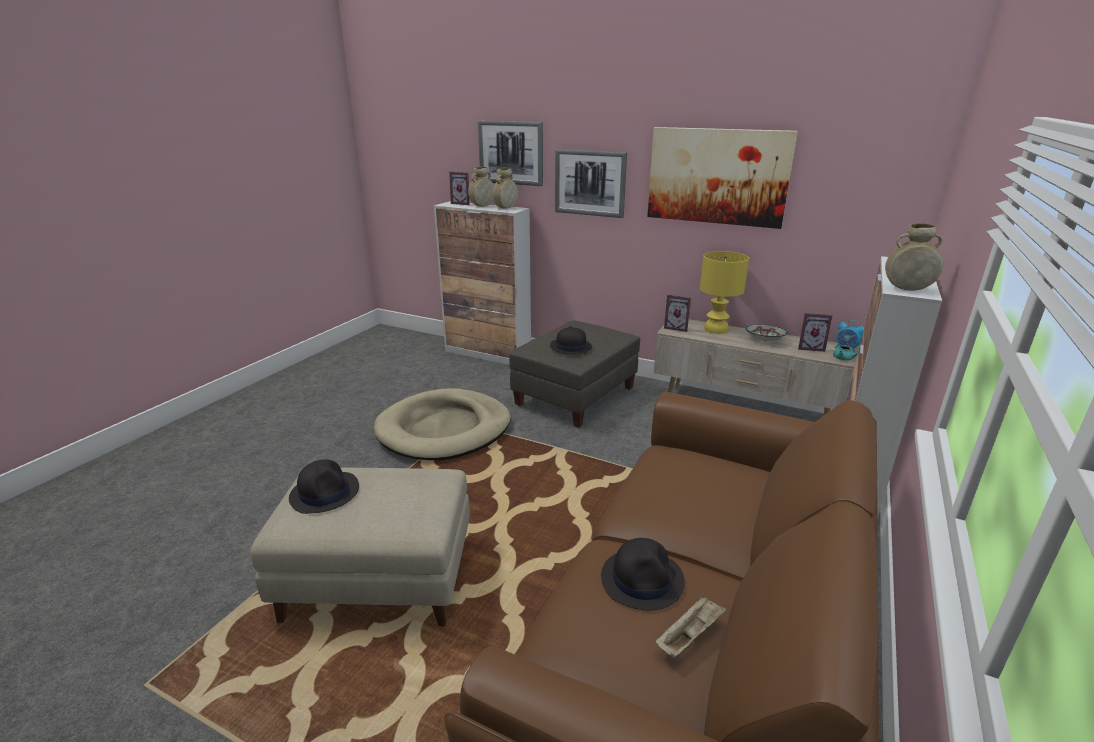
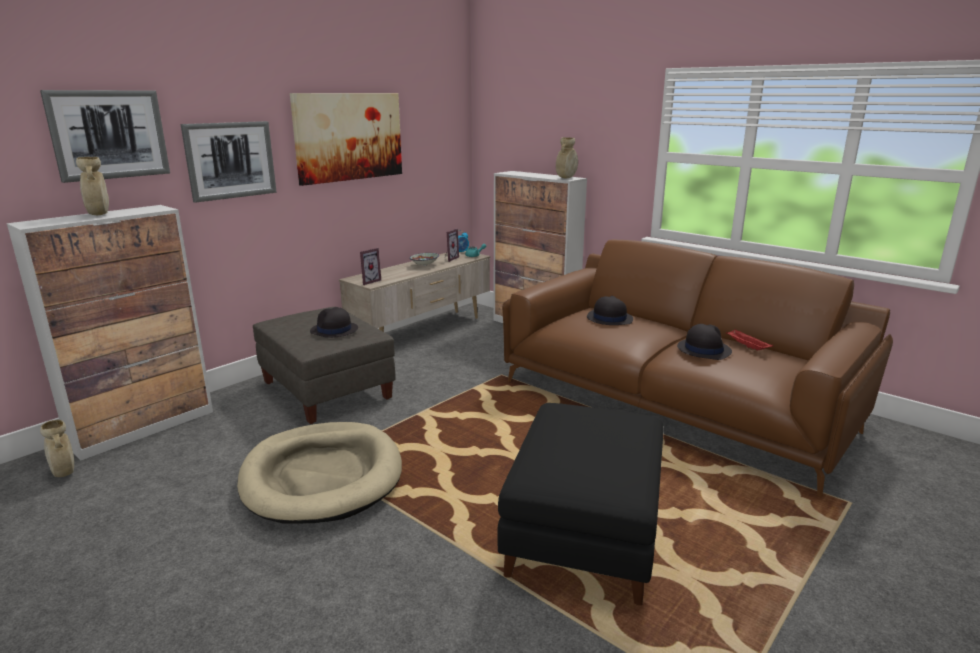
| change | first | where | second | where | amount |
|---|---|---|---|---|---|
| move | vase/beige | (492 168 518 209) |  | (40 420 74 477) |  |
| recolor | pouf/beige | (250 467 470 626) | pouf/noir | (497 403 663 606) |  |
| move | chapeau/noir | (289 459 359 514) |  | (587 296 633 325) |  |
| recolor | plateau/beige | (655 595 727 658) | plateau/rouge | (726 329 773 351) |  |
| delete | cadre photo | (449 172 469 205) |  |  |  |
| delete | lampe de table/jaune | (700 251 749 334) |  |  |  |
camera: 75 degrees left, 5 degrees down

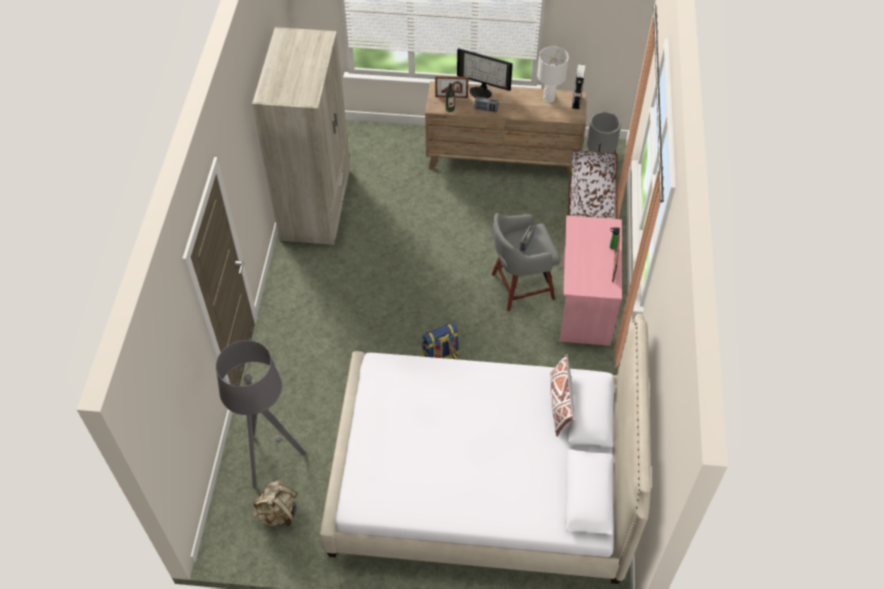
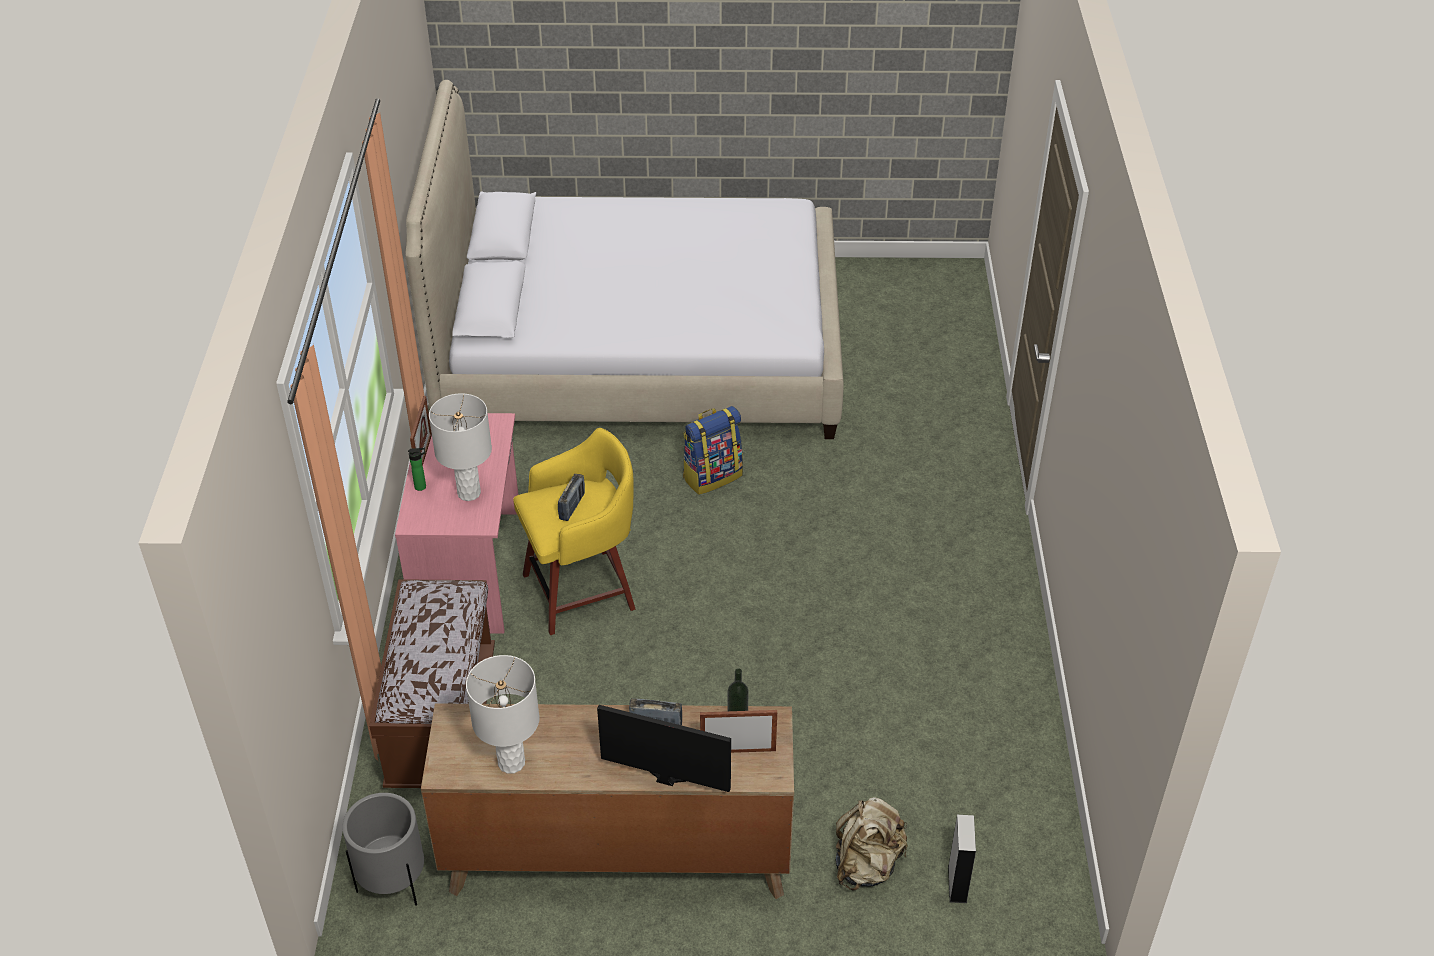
| change | first | where | second | where | amount |
|---|---|---|---|---|---|
| insert |  |  | lampe de table/blanc | (429 393 492 501) |  |
| recolor | tabouret/gris | (492 213 561 311) | tabouret/jaune | (513 428 635 635) |  |
| move | sac à dos/beige | (252 481 298 526) |  | (836 797 908 890) |  |
| move | enceinte/gris | (572 64 585 110) |  | (948 815 976 903) |  |
| delete | lampadaire/gris | (216 340 306 489) |  |  |  |
| delete | armoire/beige | (252 27 350 245) |  |  |  |
| delete | coussin/blanc | (550 354 574 437) |  |  |  |
camera: 175 degrees right, 10 degrees down

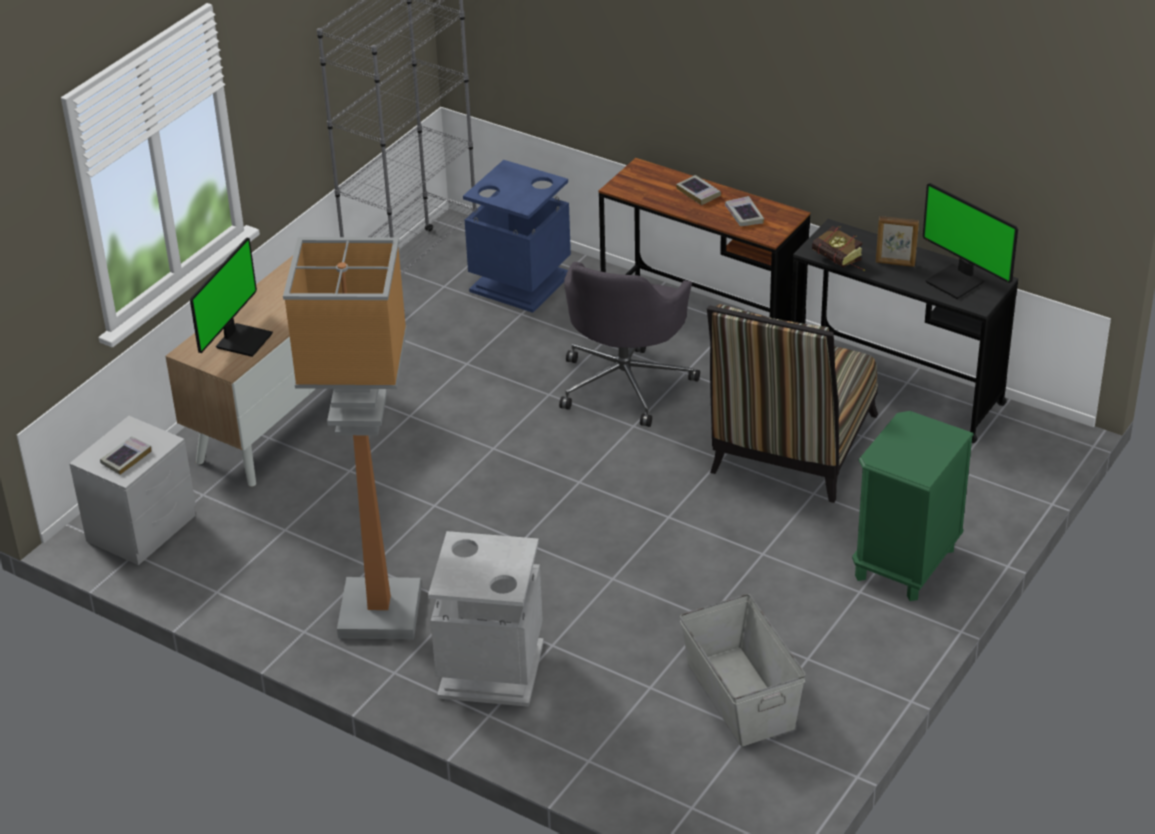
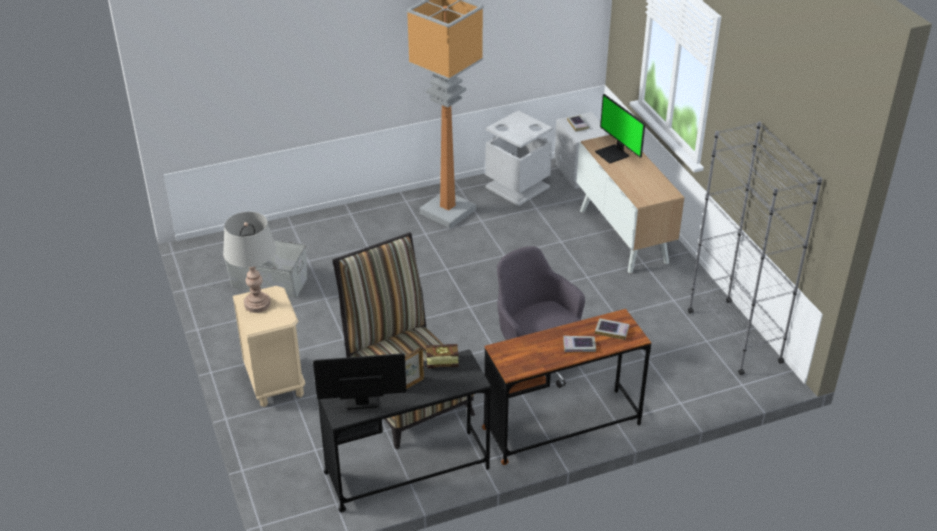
| change | first | where | second | where | amount |
|---|---|---|---|---|---|
| insert |  |  | lampe de table/gris | (223 212 276 313) |  |
| recolor | table de chevet/vert | (852 411 974 601) | table de chevet/beige | (233 286 305 407) |  |
| move | poubelle/gris | (428 531 544 707) |  | (485 110 553 206) |  |
| move | livre | (725 196 764 226) |  | (595 318 629 340) |  |
| delete | poubelle/bleu | (463 160 571 313) |  |  |  |
camera: 125 degrees right, 0 degrees up

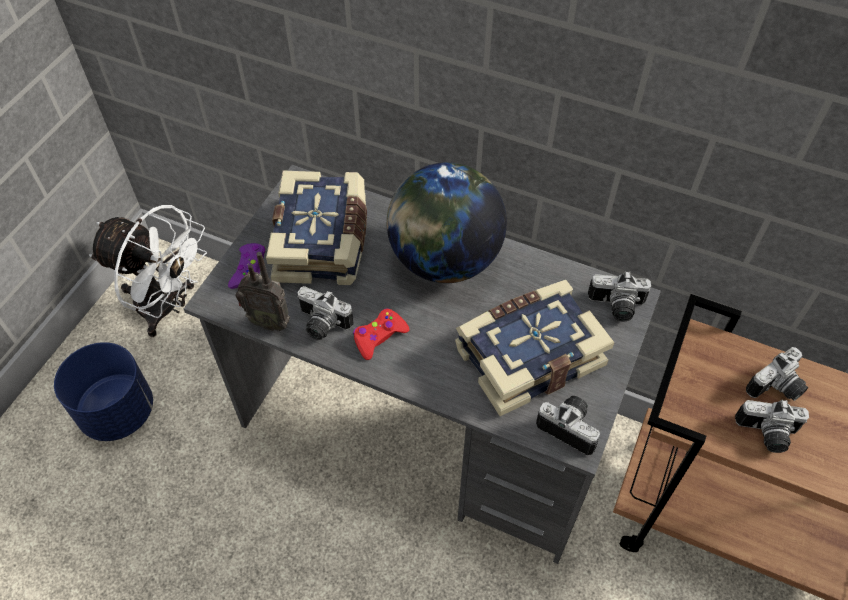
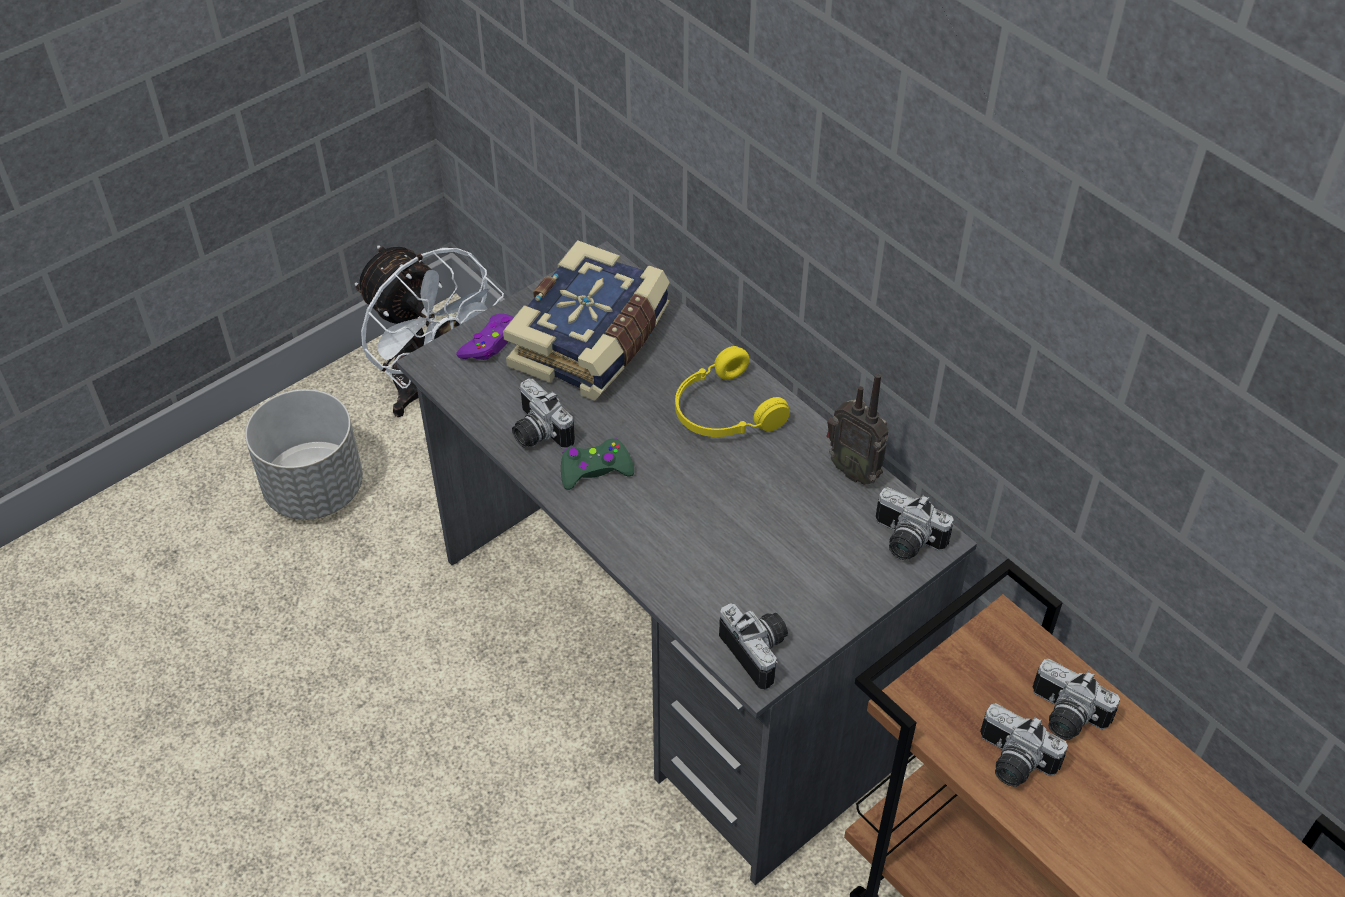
| change | first | where | second | where | amount |
|---|---|---|---|---|---|
| recolor | cache-pot/bleu | (54 342 153 441) | cache-pot/gris | (245 389 363 519) |  |
| recolor | manette/rouge | (353 308 409 360) | manette/vert | (561 438 634 490) |  |
| replace | globe | (387 162 507 283) | casque audio/jaune | (675 346 790 437) |  |
| move | radio | (235 252 290 331) |  | (827 373 888 485) |  |
| rotate | appareil photo | (746 347 808 401) |  | (1033 659 1120 740) | 45 degrees clockwise |
| delete | livre | (455 280 615 416) |  |  |  |
camera: 25 degrees right, 5 degrees down

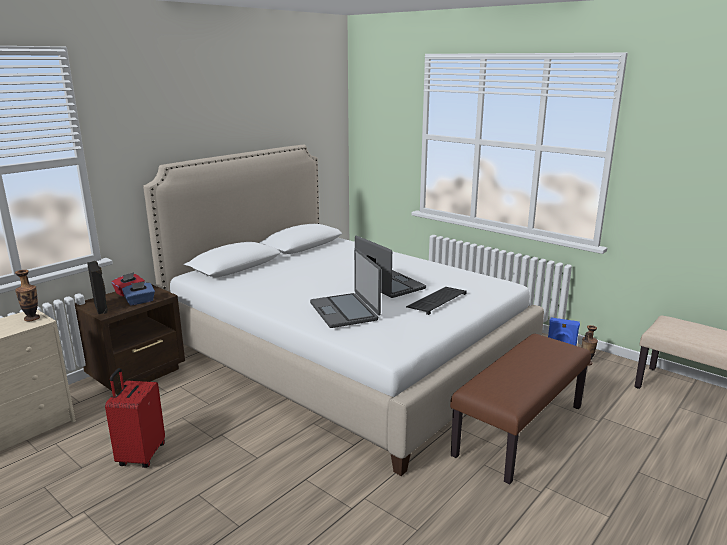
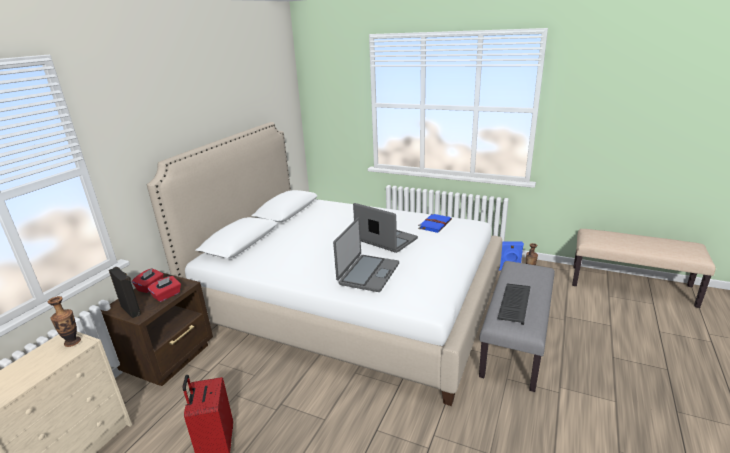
| change | first | where | second | where | amount |
|---|---|---|---|---|---|
| recolor | boîte à mouchoirs/bleu | (122 282 155 306) | boîte à mouchoirs/rouge | (148 276 181 302) |  |
| rotate | ordinateur portable | (310 248 381 328) |  | (333 217 399 292) | 120 degrees counterclockwise |
| insert |  |  | livre/bleu | (418 213 452 233) |  |
| recolor | banc/marron | (450 334 591 485) | banc/gris | (479 261 555 392) |  |
| move | clavier | (406 287 467 315) |  | (497 284 531 325) |  |
camera: 15 degrees left, 5 degrees up

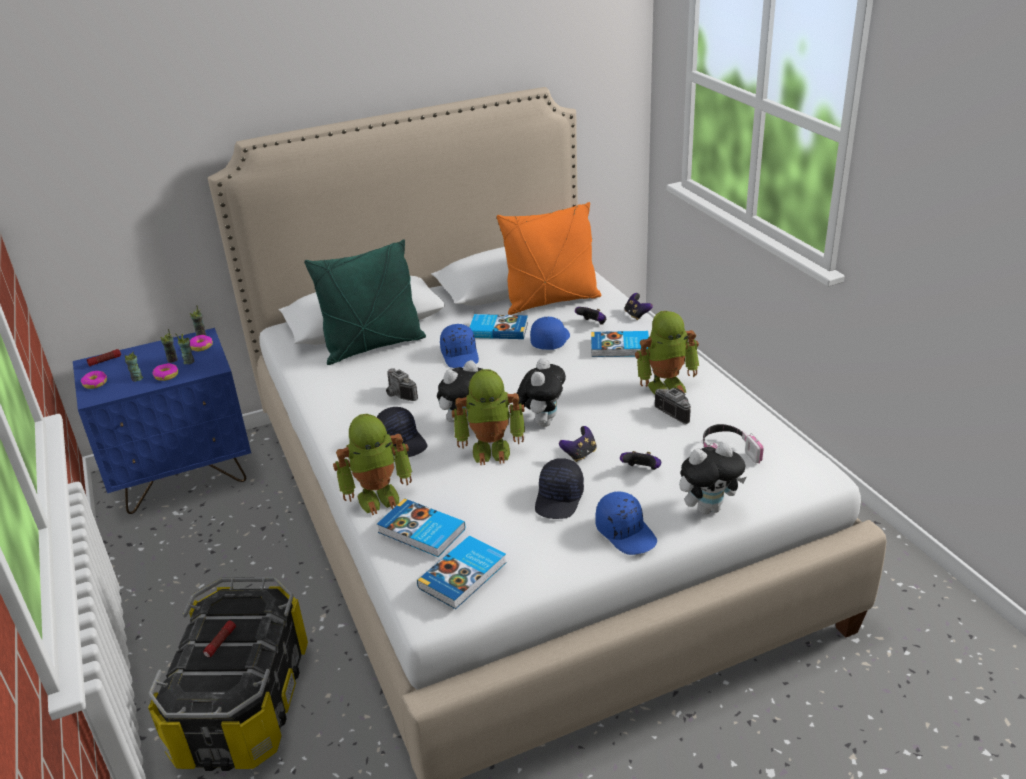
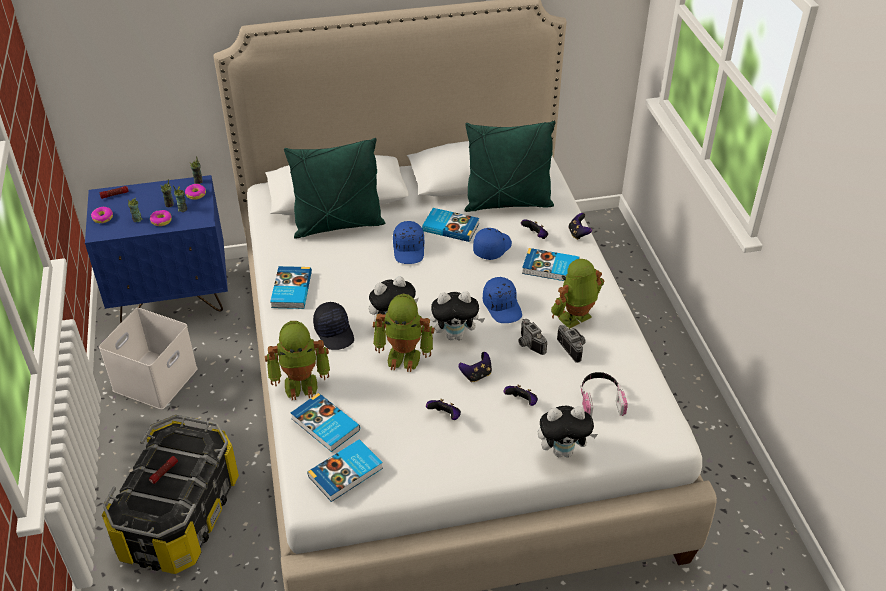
| change | first | where | second | where | amount |
|---|---|---|---|---|---|
| insert |  |  | boîte de rangement/blanc | (99 308 198 410) |  |
| insert |  |  | livre | (270 266 312 309) |  |
| replace | casquette/noir | (535 458 584 519) | manette | (426 399 461 420) |  |
| rotate | peluche | (517 358 566 427) |  | (431 291 485 340) | 60 degrees clockwise |
| recolor | coussin/orange | (497 202 601 315) | coussin/vert | (464 121 556 212) |  |
| move | casquette/bleu | (595 492 657 555) |  | (483 277 522 323) |  |
| move | appareil photo | (386 368 418 401) |  | (518 319 547 355) |  |
| rotate | robot jouet | (635 311 699 394) |  | (551 259 604 328) | 150 degrees clockwise |
camera: 10 degrees right, 10 degrees up

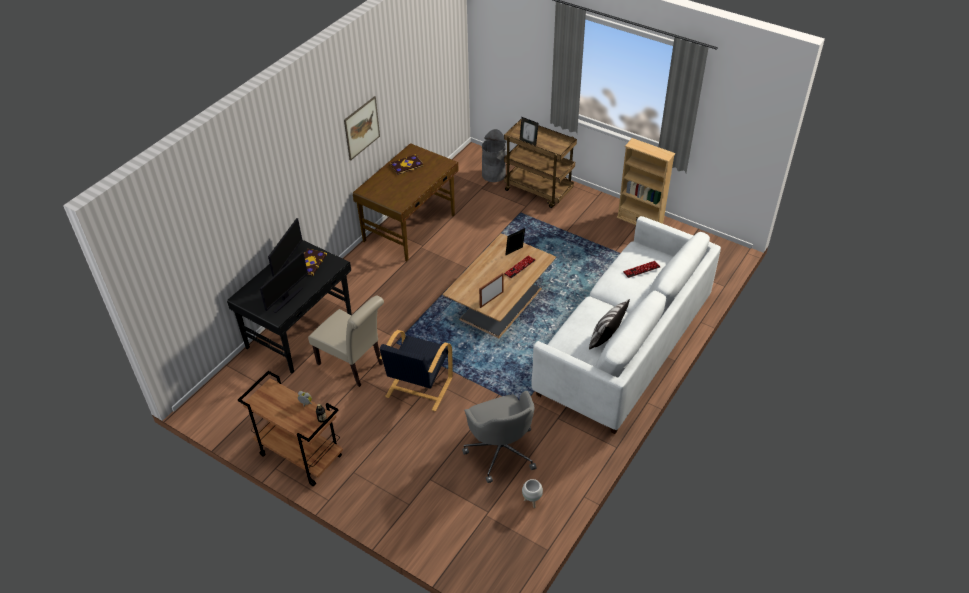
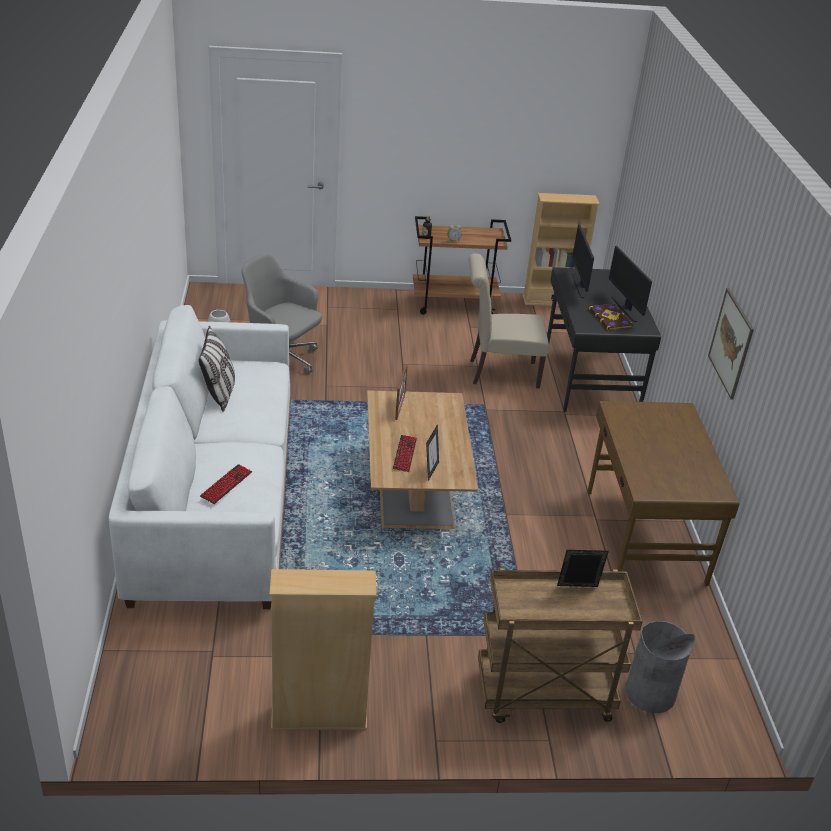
| change | first | where | second | where | amount |
|---|---|---|---|---|---|
| insert |  |  | bibliothèque/beige | (523 193 600 306) |  |
| delete | fauteuil/noir | (379 330 453 411) |  |  |  |
| delete | livre | (389 155 423 175) |  |  |  |
camera: 140 degrees right, 10 degrees down

